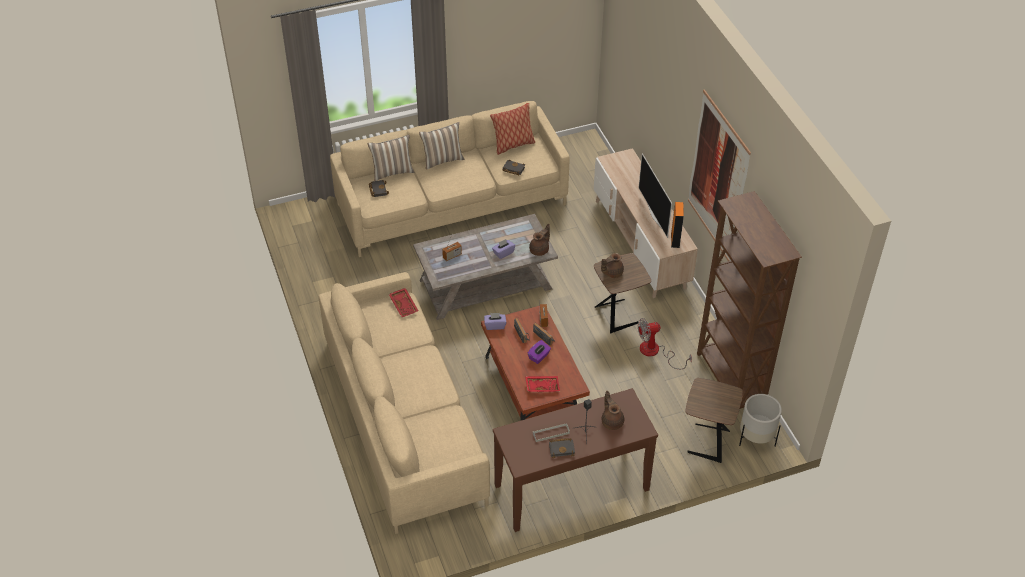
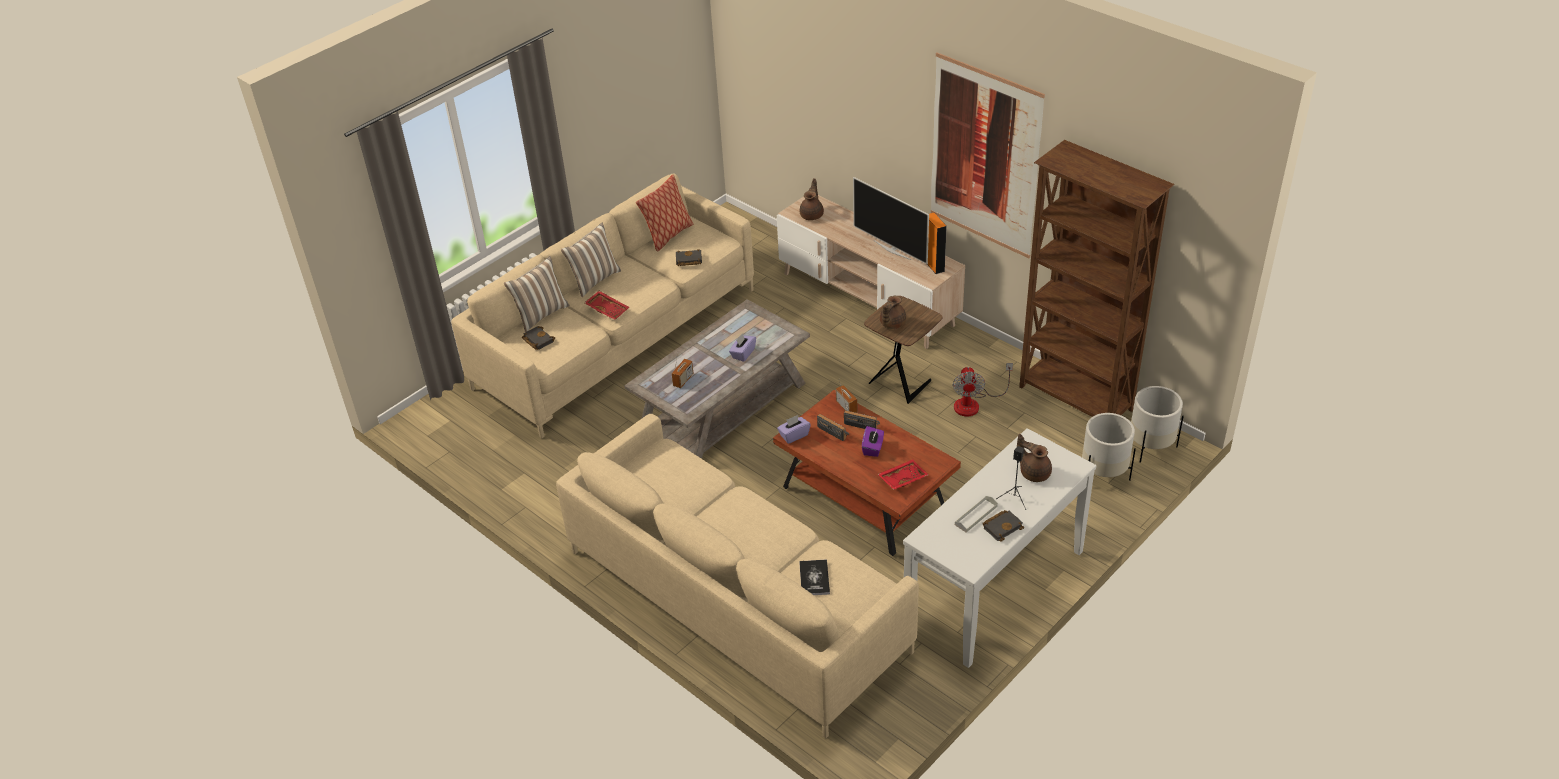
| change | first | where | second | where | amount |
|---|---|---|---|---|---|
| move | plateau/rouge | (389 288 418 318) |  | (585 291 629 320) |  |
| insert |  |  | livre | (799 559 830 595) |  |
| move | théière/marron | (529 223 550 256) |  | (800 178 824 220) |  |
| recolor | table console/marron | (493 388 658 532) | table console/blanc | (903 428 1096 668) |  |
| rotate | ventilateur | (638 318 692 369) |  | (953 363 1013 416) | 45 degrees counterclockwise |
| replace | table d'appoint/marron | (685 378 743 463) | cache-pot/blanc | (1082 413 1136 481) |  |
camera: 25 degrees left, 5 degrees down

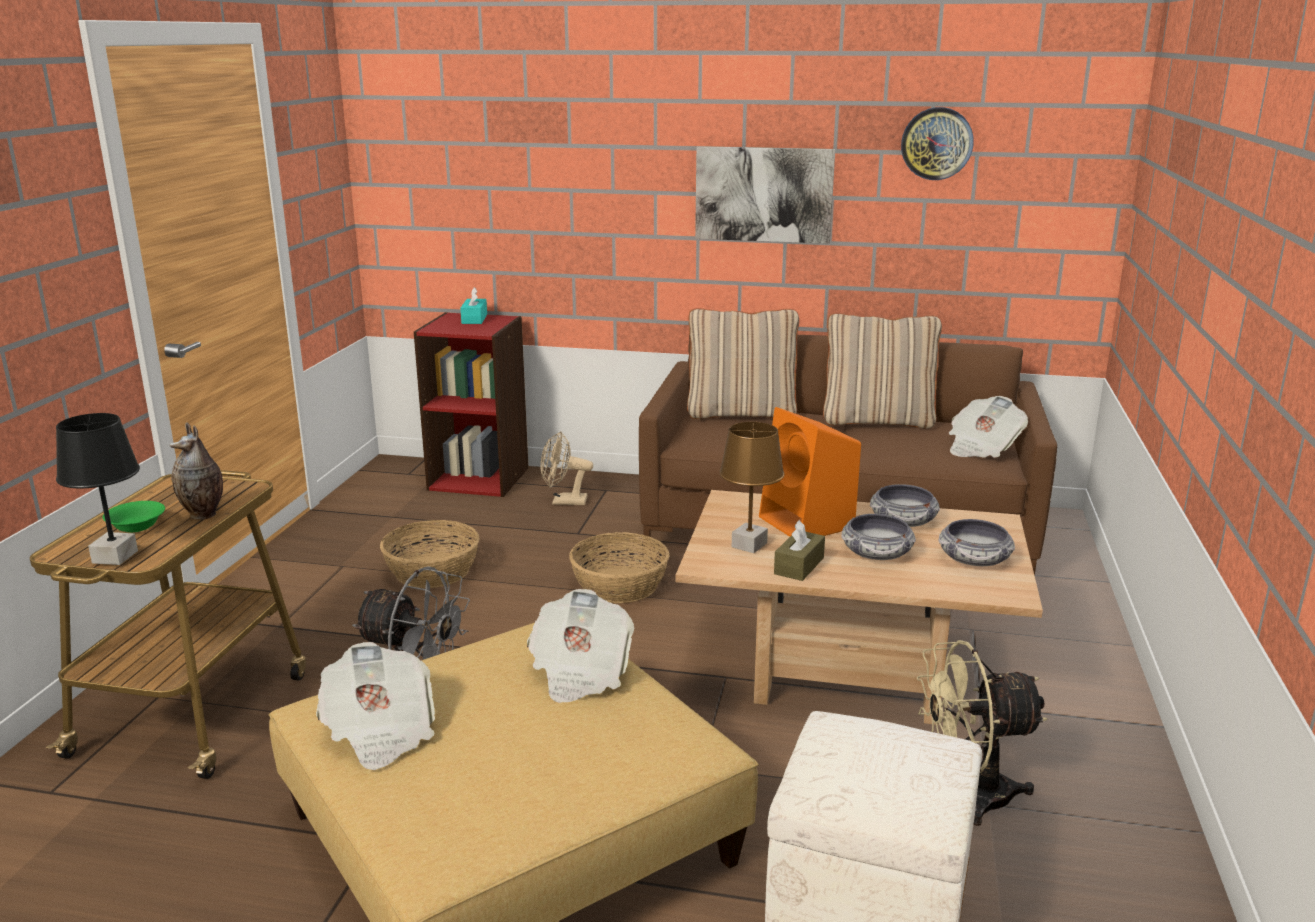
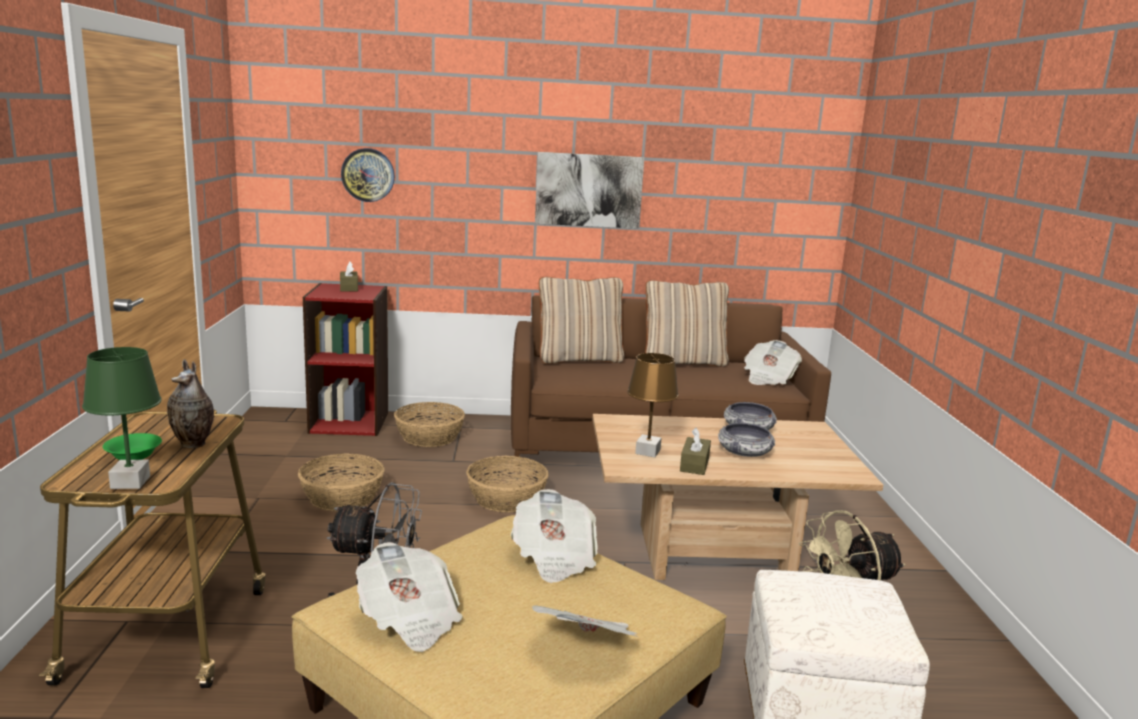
| change | first | where | second | where | amount |
|---|---|---|---|---|---|
| recolor | lampe de table/noir | (56 413 140 565) | lampe de table/vert | (82 347 162 489) |  |
| recolor | boîte à mouchoirs/turquoise | (460 287 487 324) | boîte à mouchoirs/marron | (340 262 358 291) |  |
| move | horloge murale | (901 107 974 180) |  | (341 148 395 202) |  |
| replace | ventilateur/beige | (540 431 593 505) | panier | (394 402 465 447) |  |
| insert |  |  | journal | (532 605 638 637) |  |
| delete | enceinte/orange | (759 407 861 537) |  |  |  |
| delete | bol | (938 519 1015 566) |  |  |  |
camera: 15 degrees left, 5 degrees down

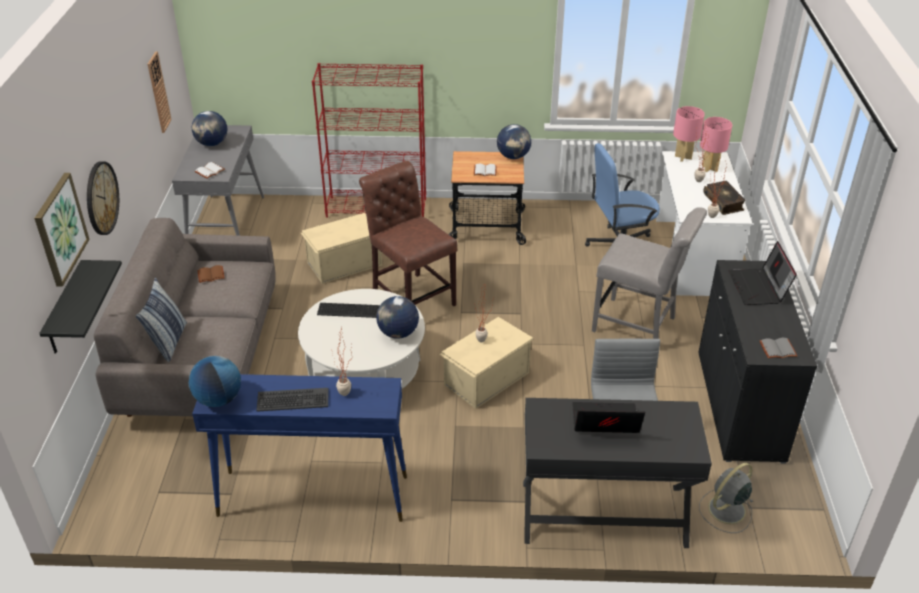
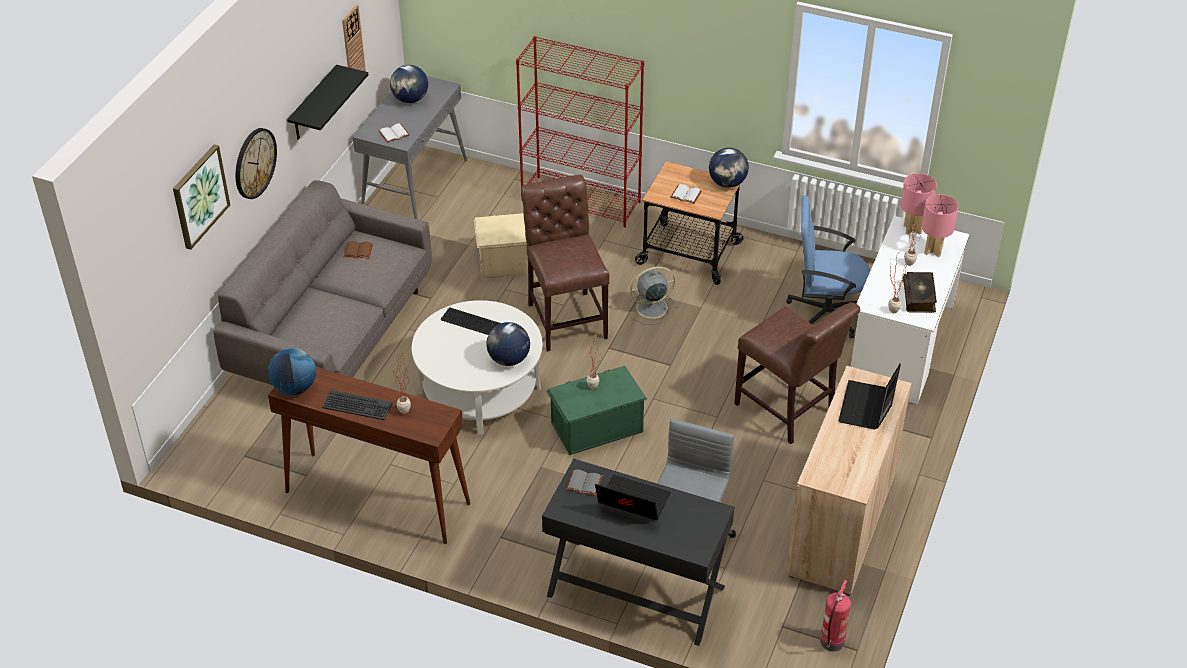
| change | first | where | second | where | amount |
|---|---|---|---|---|---|
| recolor | table console/bleu | (192 374 407 522) | table console/marron | (268 367 470 544) |  |
| move | étagère/noir | (39 260 122 354) |  | (287 65 369 139) |  |
| recolor | boîte de rangement/beige | (439 317 533 409) | boîte de rangement/vert | (546 366 647 455) |  |
| move | livre/gris | (760 338 797 358) |  | (566 469 603 496) |  |
| move | ventilateur/gris | (699 463 754 533) |  | (628 266 678 325) |  |
| recolor | chaise/gris | (592 207 707 339) | chaise/marron | (734 302 860 444) |  |
| recolor | meuble de rangement/noir | (698 260 817 463) | meuble de rangement/beige | (786 366 912 596) |  |
| insert |  |  | extincteur | (820 580 851 651) |  |
| delete | coussin | (136 278 187 362) |  |  |  |
camera: 20 degrees right, 5 degrees up

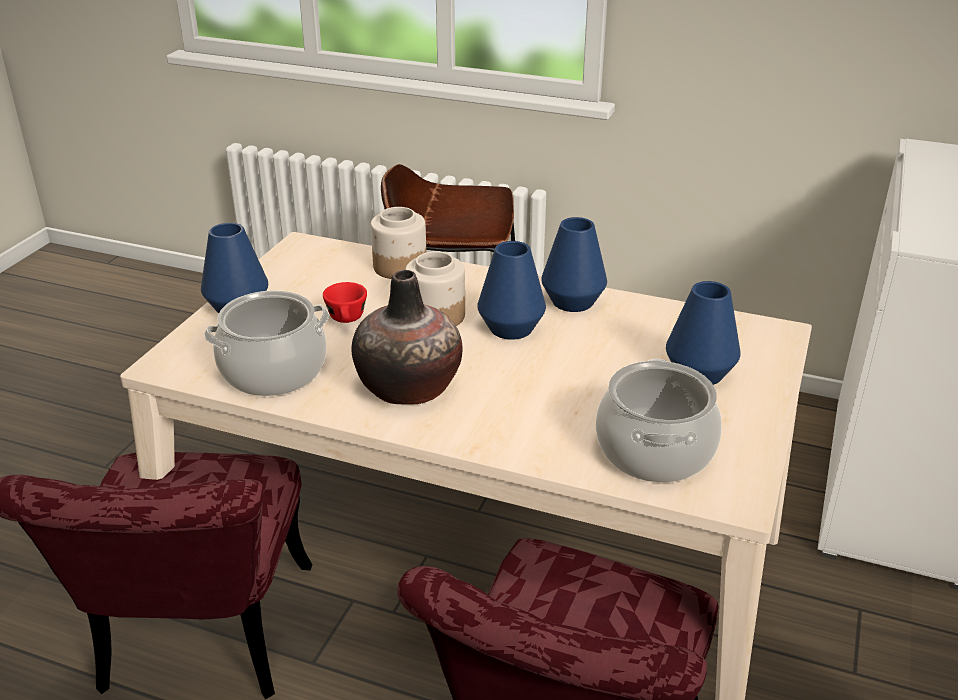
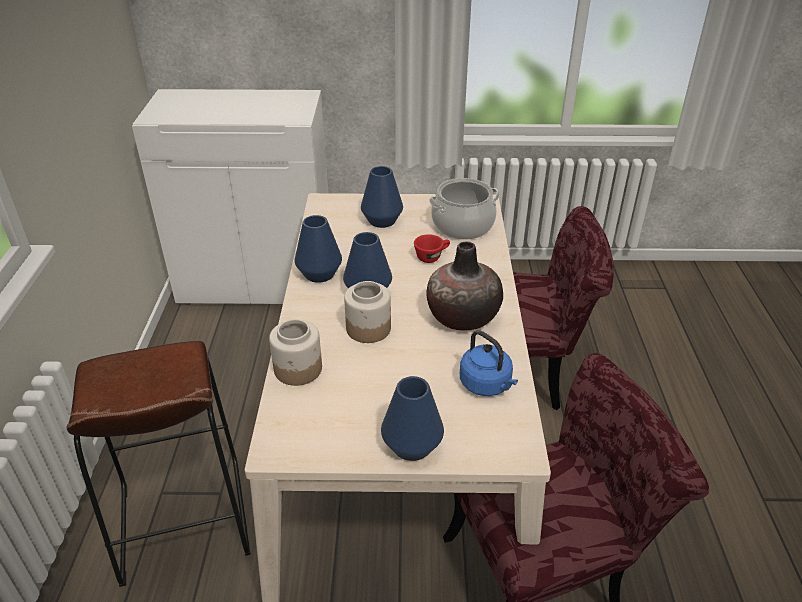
| change | first | where | second | where | amount |
|---|---|---|---|---|---|
| move | tasse/rouge | (323 282 367 323) |  | (414 234 450 263) |  |
| replace | marmite | (204 290 329 396) | bouilloire/bleu | (460 330 518 396) |  |
camera: 110 degrees left, 5 degrees up

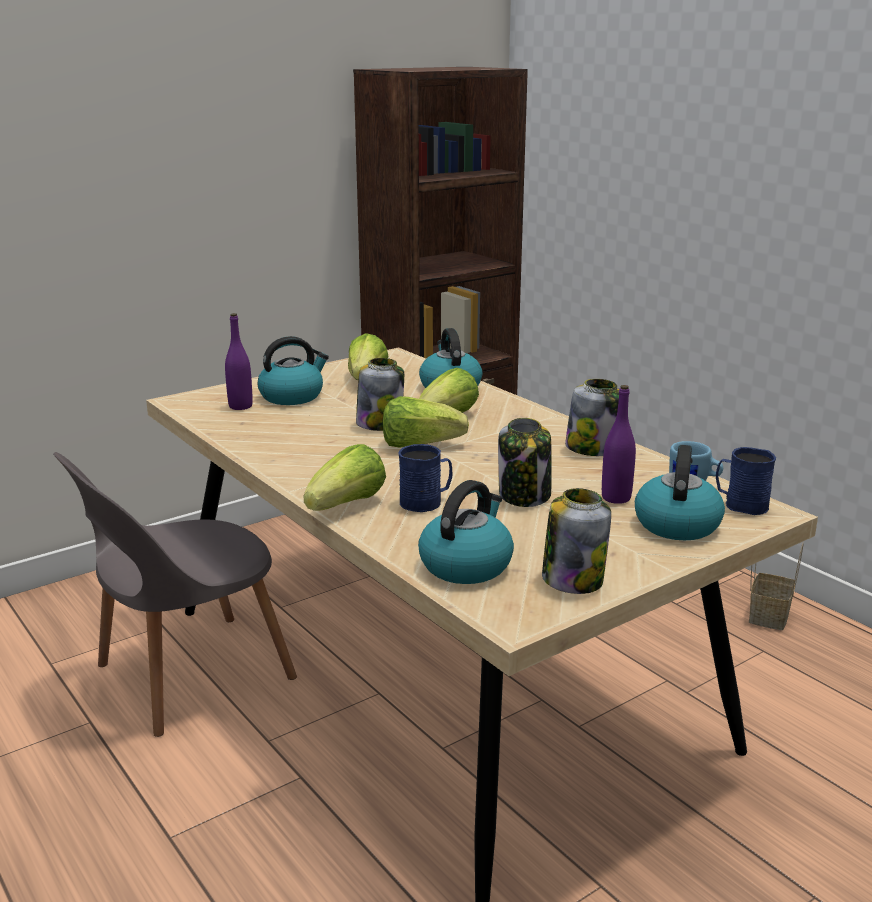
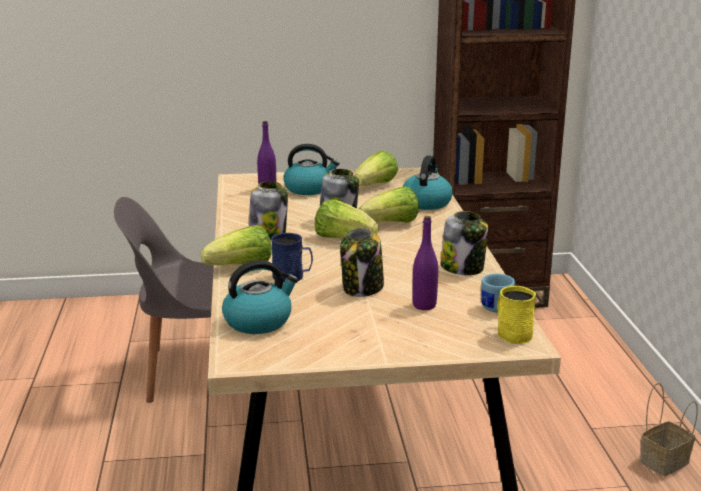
| change | first | where | second | where | amount |
|---|---|---|---|---|---|
| move | bocal | (542 488 611 594) |  | (249 182 288 240) |  |
| recolor | mug/bleu | (716 447 776 515) | mug/jaune | (497 286 536 344) |  |
| delete | bouilloire | (635 445 725 540) |  |  |  |
camera: 30 degrees right, 0 degrees up

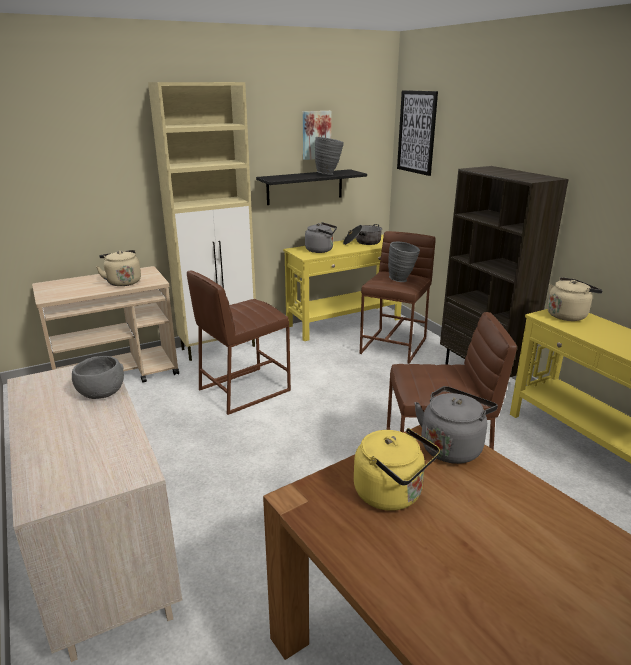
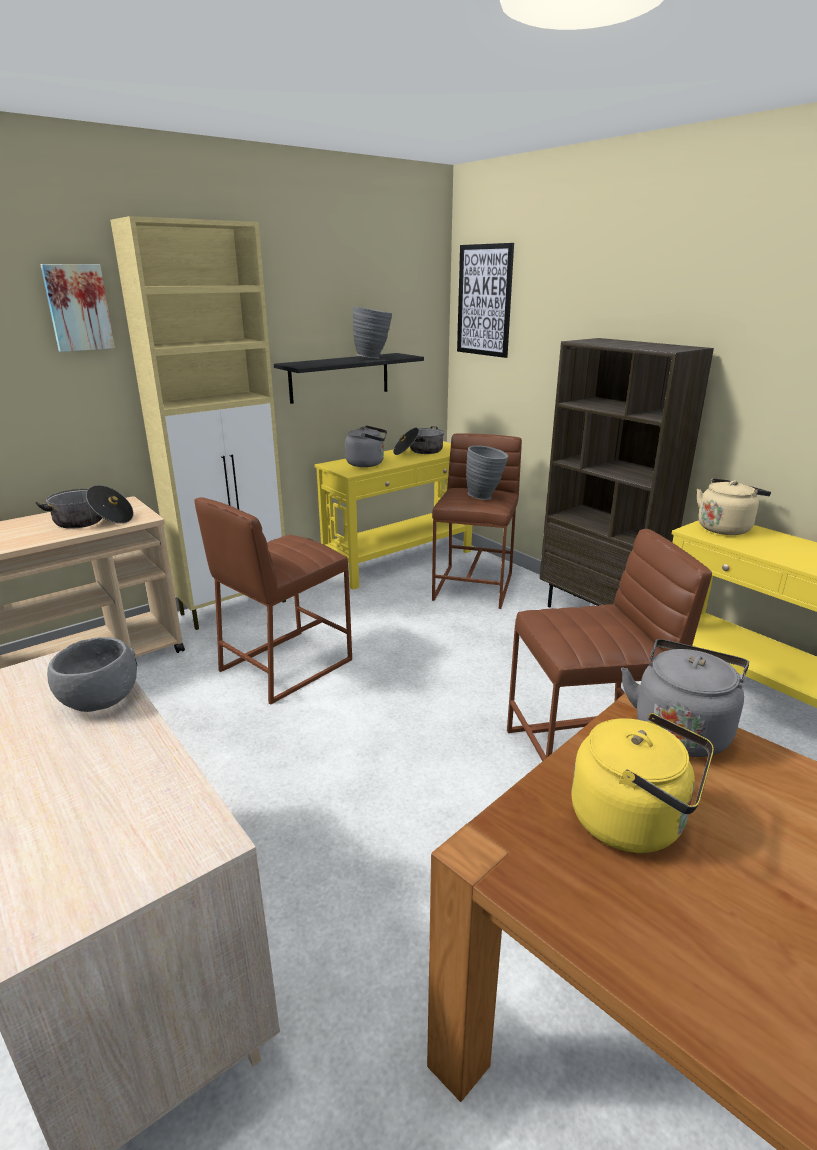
| change | first | where | second | where | amount |
|---|---|---|---|---|---|
| replace | bouilloire/beige | (96 250 141 286) | marmite | (36 485 134 529) |  |
| move | tableau | (303 111 331 160) |  | (40 264 115 352) |  |
camera: 10 degrees left, 0 degrees up

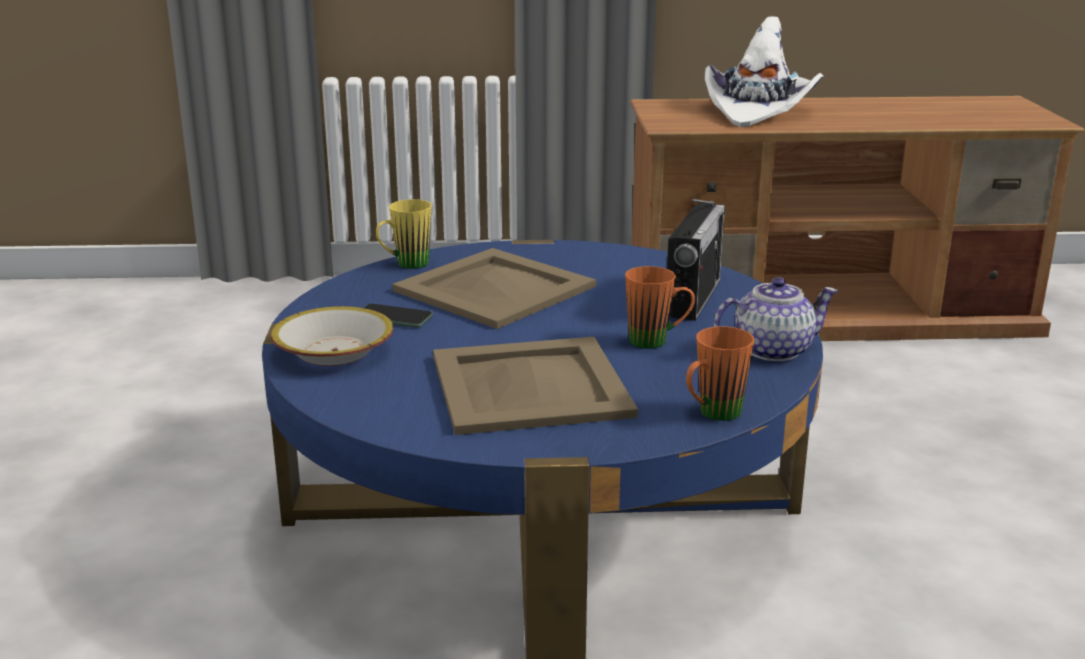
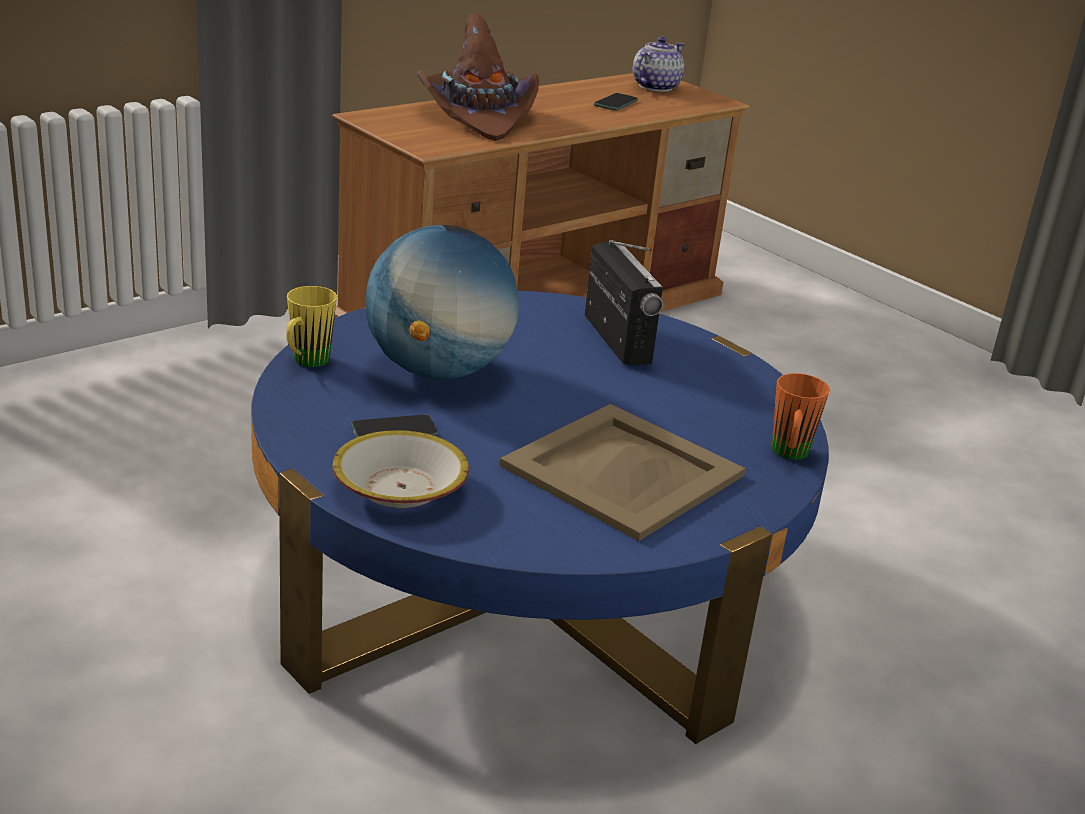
| change | first | where | second | where | amount |
|---|---|---|---|---|---|
| replace | plateau/beige | (392 248 596 329) | globe | (365 225 519 379) |  |
| recolor | chapeau/blanc | (705 16 823 127) | chapeau/marron | (416 14 539 141) |  |
| insert |  |  | téléphone | (594 93 638 111) |  |
| move | théière | (714 277 838 361) |  | (633 37 685 92) |  |
| delete | mug/orange | (625 266 695 349) |  |  |  |
camera: 40 degrees left, 5 degrees up

